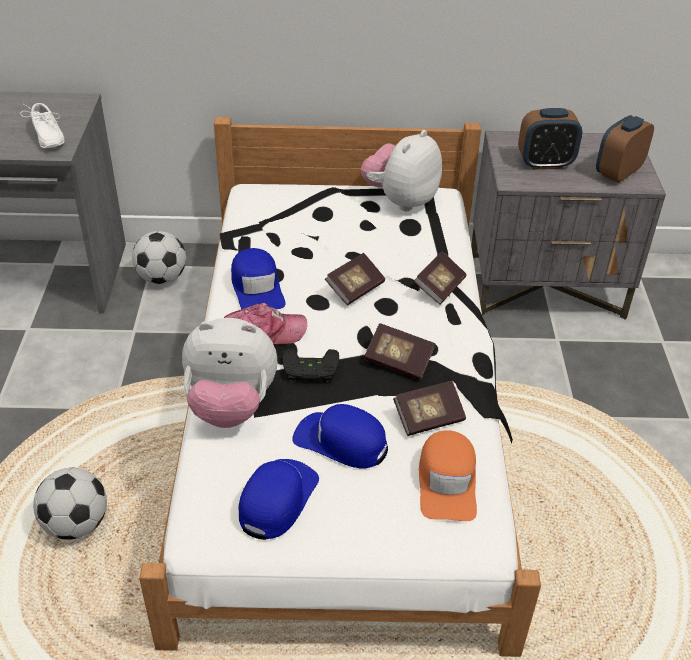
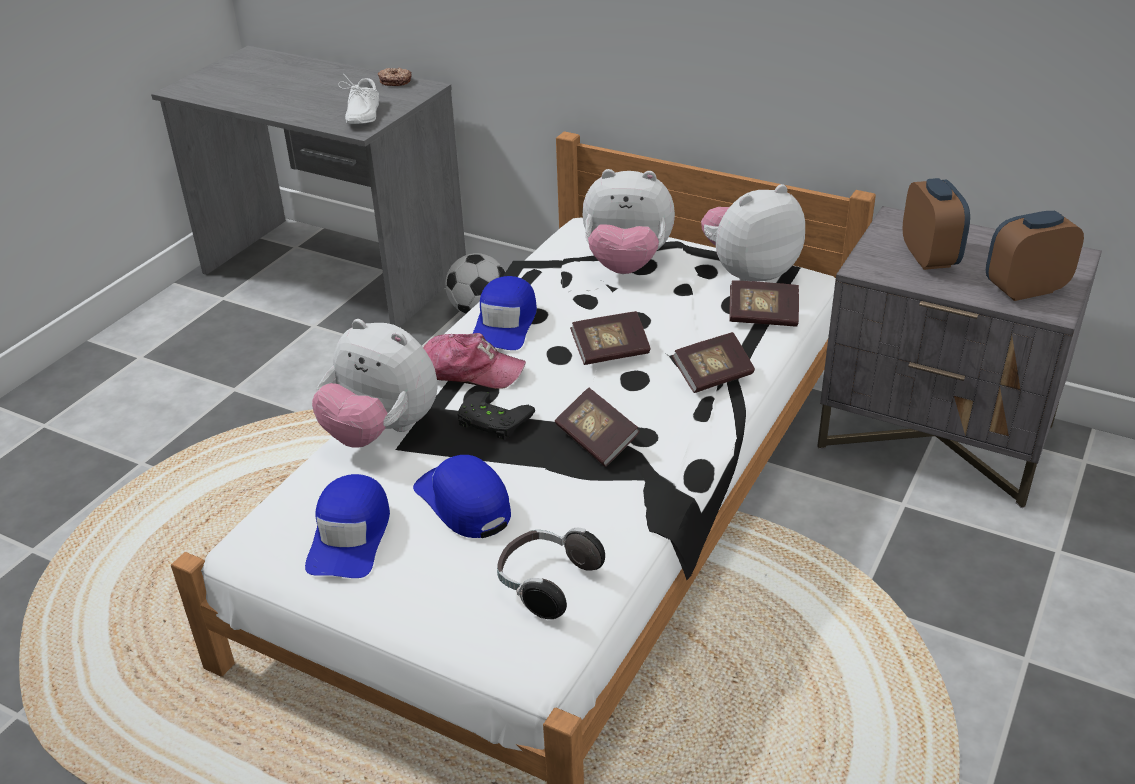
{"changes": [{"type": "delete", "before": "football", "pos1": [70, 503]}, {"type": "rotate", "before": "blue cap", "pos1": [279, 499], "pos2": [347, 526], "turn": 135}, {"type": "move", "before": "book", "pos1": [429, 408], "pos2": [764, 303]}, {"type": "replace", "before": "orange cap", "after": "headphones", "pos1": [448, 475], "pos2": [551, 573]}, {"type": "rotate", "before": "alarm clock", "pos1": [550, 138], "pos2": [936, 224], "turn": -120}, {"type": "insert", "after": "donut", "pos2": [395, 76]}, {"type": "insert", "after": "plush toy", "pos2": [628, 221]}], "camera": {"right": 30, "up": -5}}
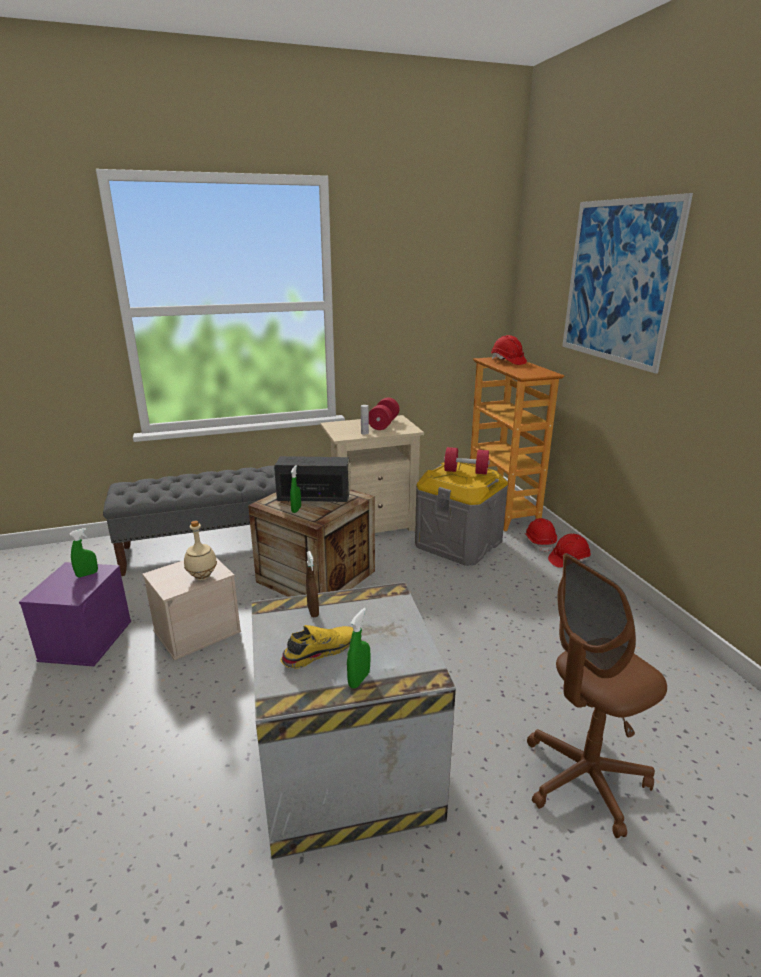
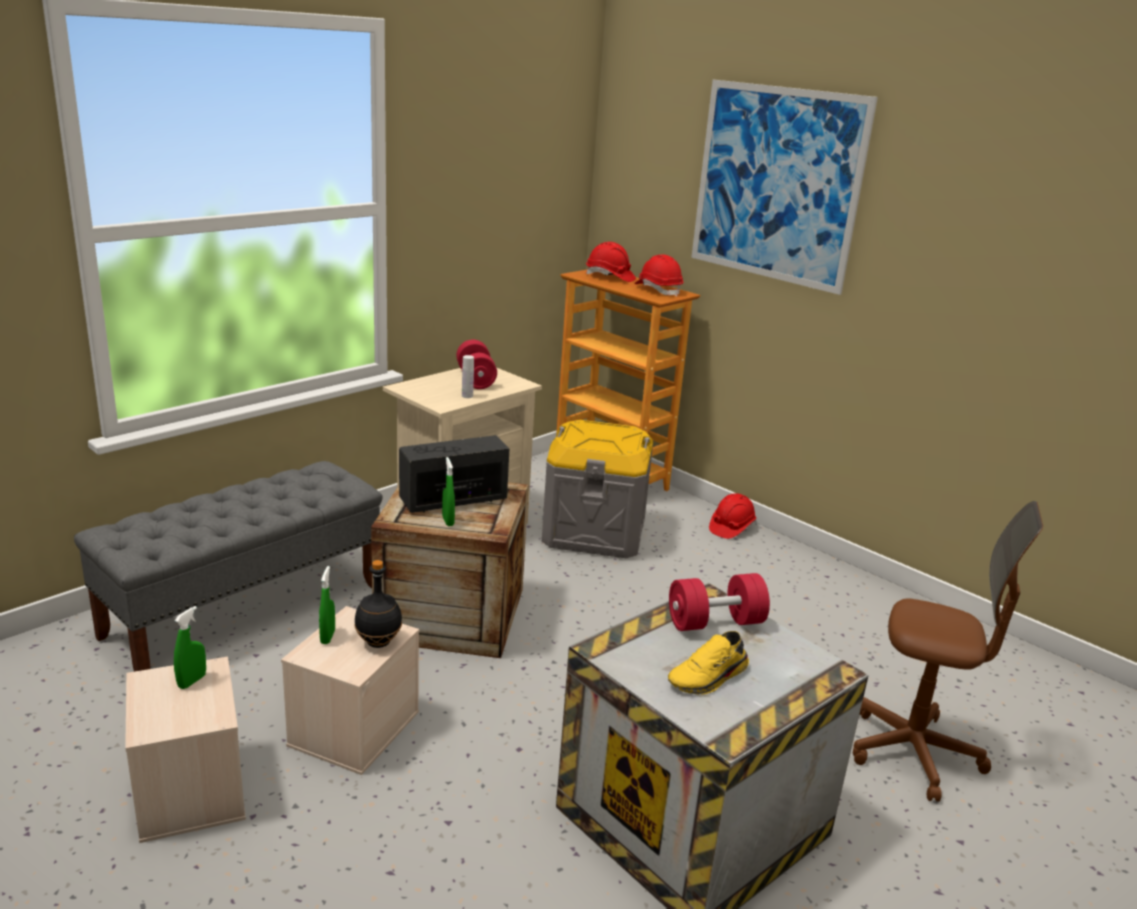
{"changes": [{"type": "recolor", "before": "purple storage box", "after": "beige storage box", "pos1": [75, 614], "pos2": [185, 750]}, {"type": "recolor", "before": "beige bottle", "after": "black bottle", "pos1": [200, 550], "pos2": [378, 604]}, {"type": "rotate", "before": "yellow shoe", "pos1": [316, 647], "pos2": [708, 663], "turn": -150}, {"type": "delete", "before": "brown spray bottle", "pos1": [312, 584]}, {"type": "move", "before": "green spray bottle", "pos1": [359, 648], "pos2": [327, 605]}, {"type": "move", "before": "red dumbbell", "pos1": [467, 461], "pos2": [719, 602]}, {"type": "move", "before": "red hard hat", "pos1": [541, 535], "pos2": [659, 276]}, {"type": "rotate", "before": "brown office chair", "pos1": [597, 695], "pos2": [948, 651], "turn": -105}], "camera": {"right": -30, "up": 0}}
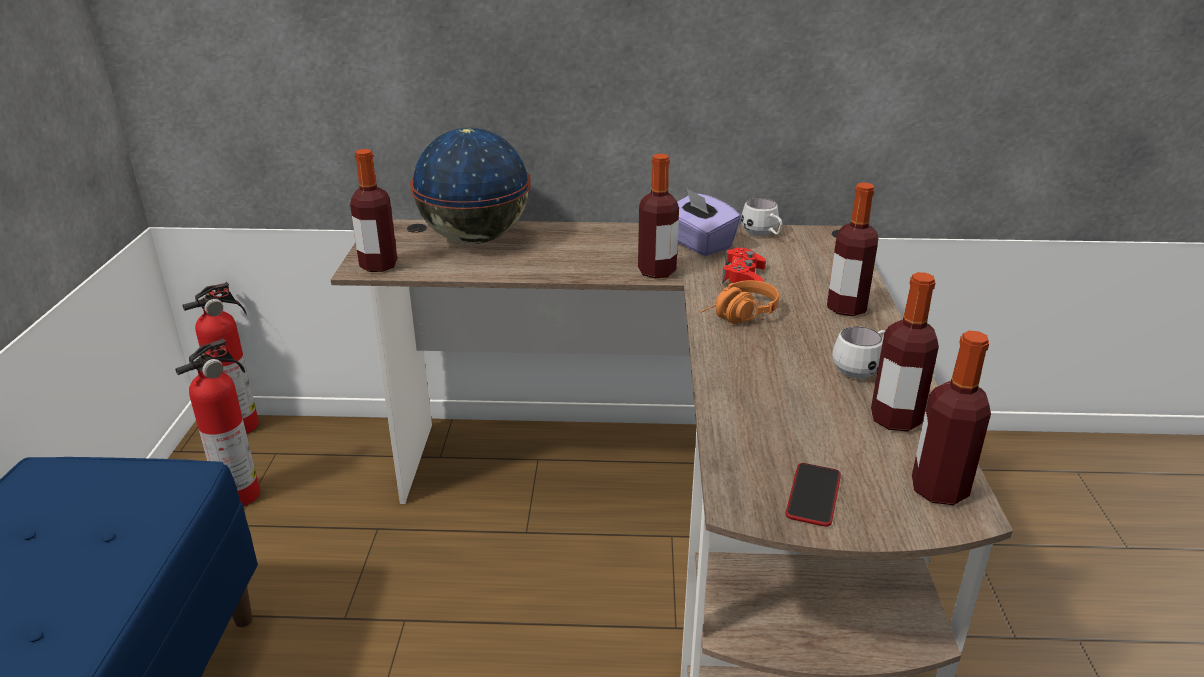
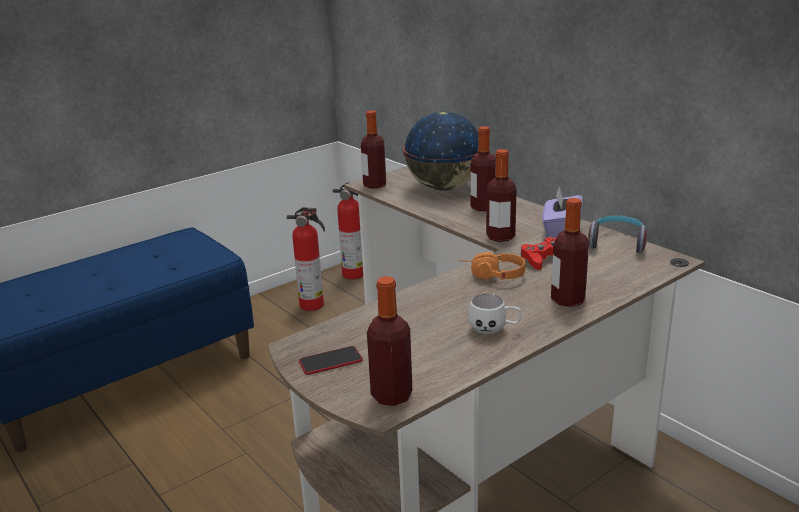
{"changes": [{"type": "replace", "before": "white mug", "after": "headphones", "pos1": [761, 217], "pos2": [617, 234]}, {"type": "move", "before": "bottle", "pos1": [905, 351], "pos2": [483, 168]}], "camera": {"right": 50, "up": -5}}
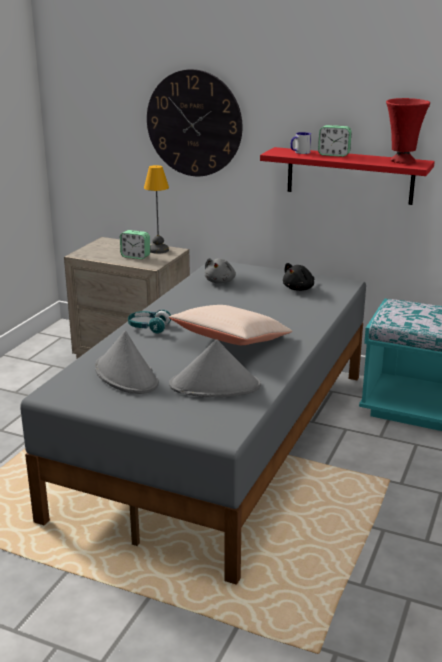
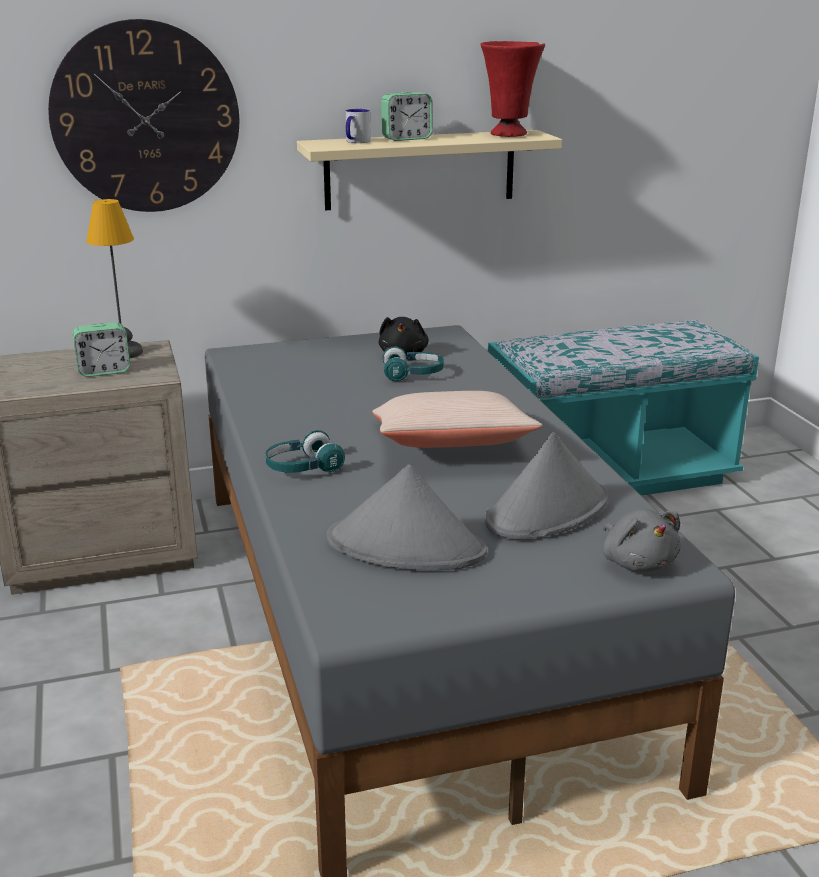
{"changes": [{"type": "move", "before": "grey plush toy", "pos1": [220, 271], "pos2": [642, 540]}, {"type": "recolor", "before": "red shelf", "after": "beige shelf", "pos1": [347, 176], "pos2": [429, 170]}, {"type": "insert", "after": "turquoise headphones", "pos2": [413, 363]}], "camera": {"right": -40, "up": 0}}
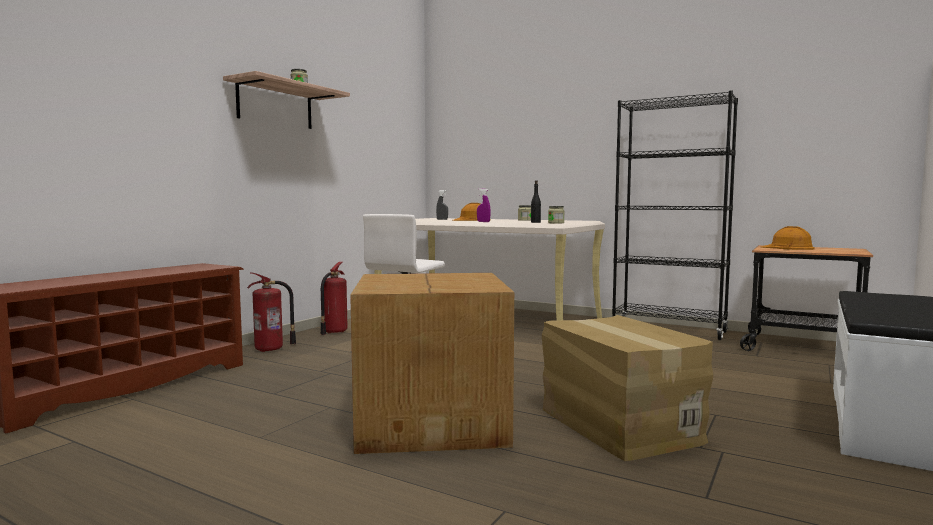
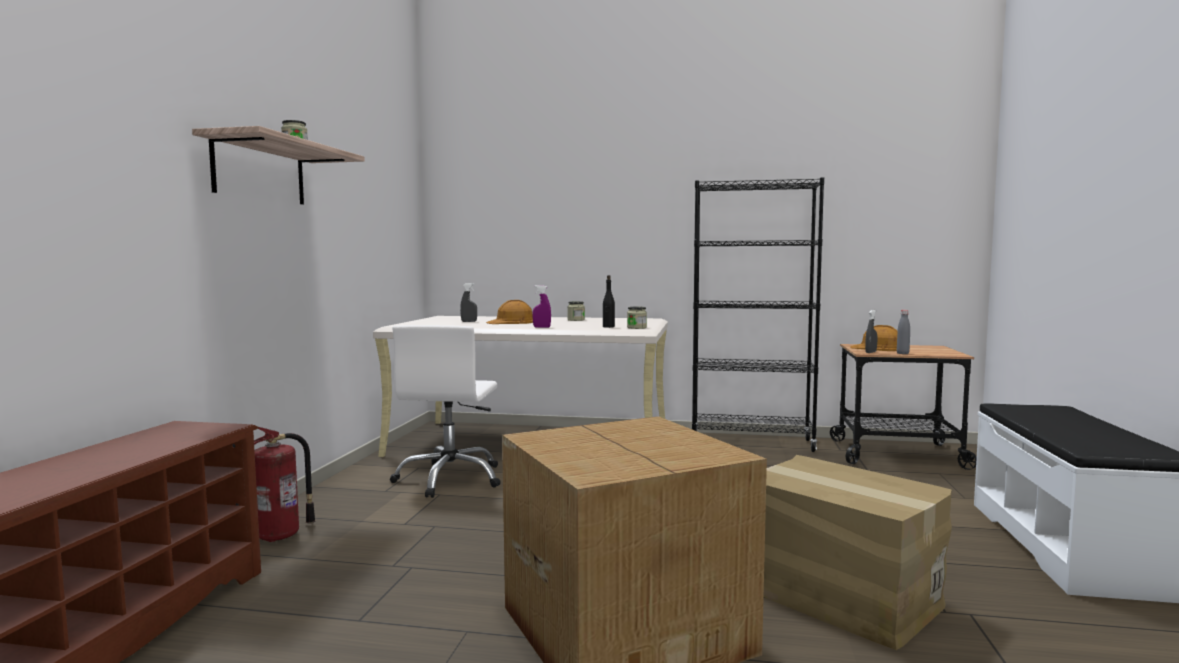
{"changes": [{"type": "delete", "before": "fire extinguisher", "pos1": [333, 298]}, {"type": "insert", "after": "grey spray bottle", "pos2": [871, 331]}, {"type": "insert", "after": "grey bottle", "pos2": [903, 332]}], "camera": {"right": -20, "up": 0}}
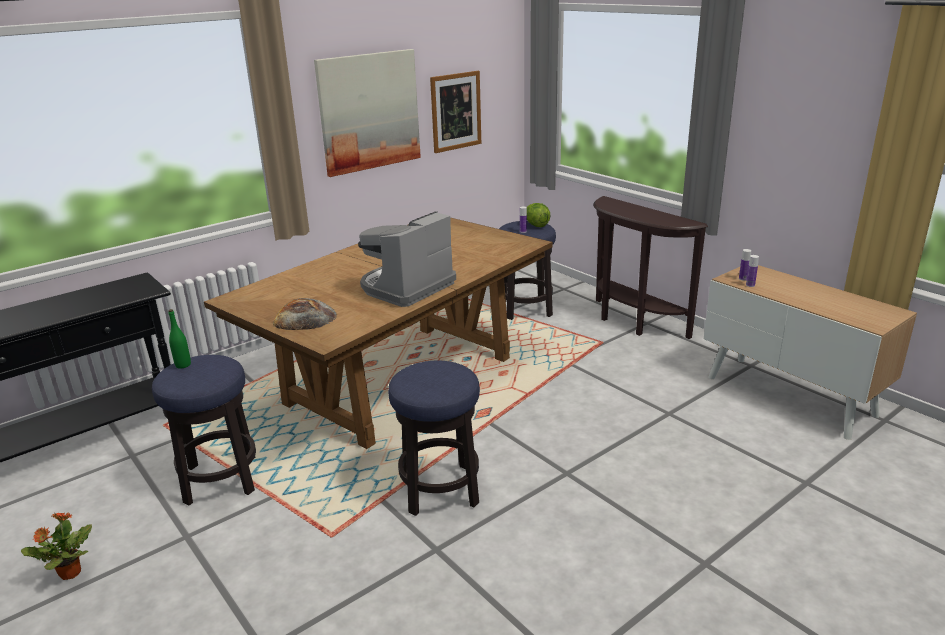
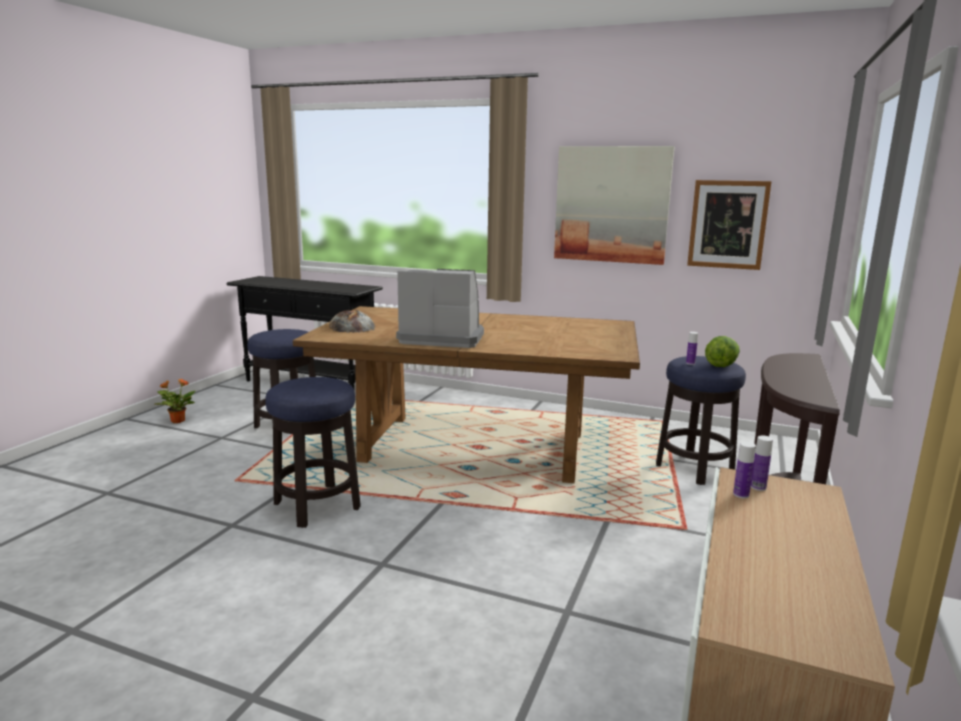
{"changes": [{"type": "delete", "before": "green bottle", "pos1": [179, 339]}], "camera": {"right": 60, "up": -10}}
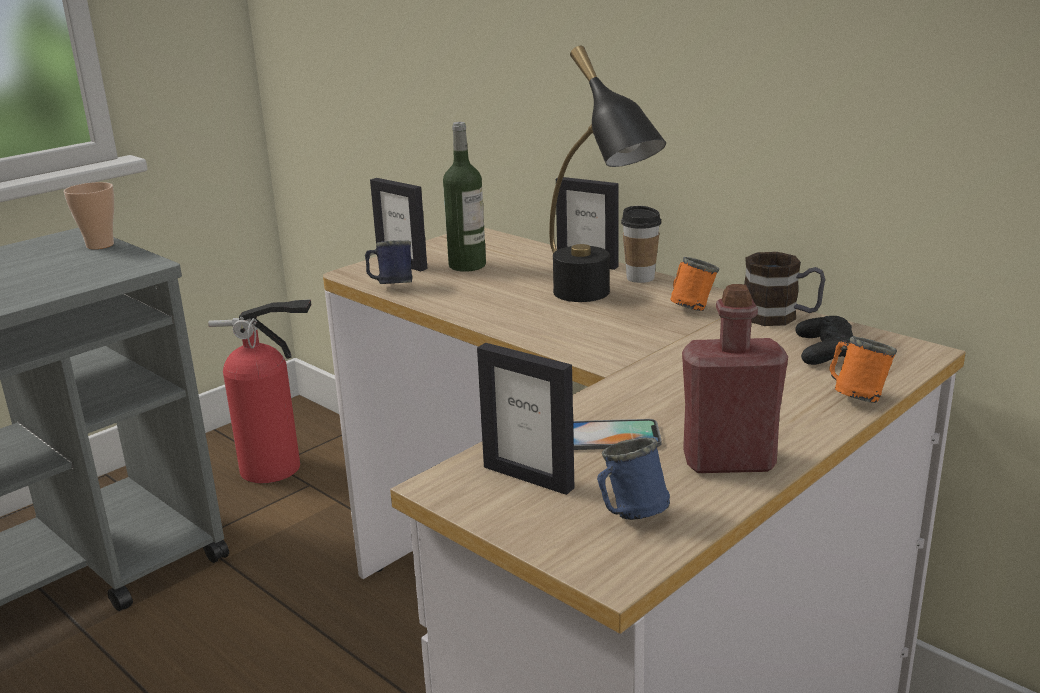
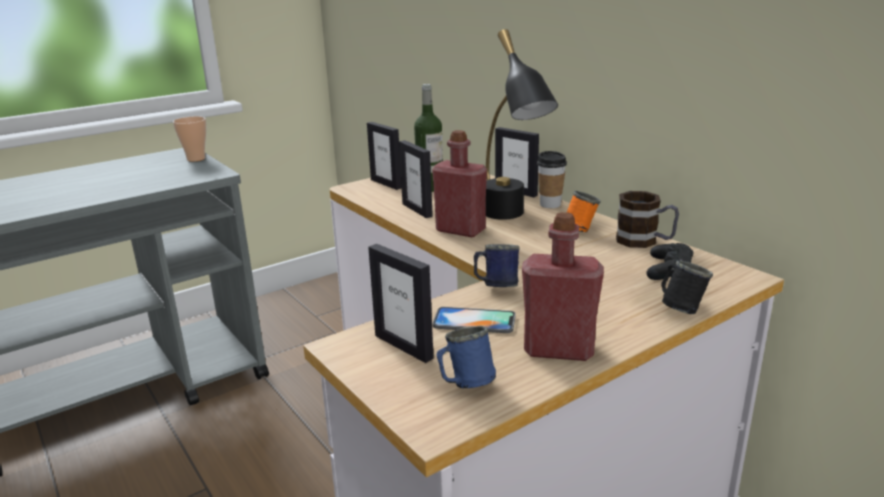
{"changes": [{"type": "delete", "before": "fire extinguisher", "pos1": [259, 391]}, {"type": "move", "before": "blue mug", "pos1": [389, 262], "pos2": [497, 265]}, {"type": "recolor", "before": "orange mug", "after": "black mug", "pos1": [863, 369], "pos2": [687, 287]}, {"type": "insert", "after": "picture frame", "pos2": [416, 179]}, {"type": "insert", "after": "red bottle", "pos2": [459, 183]}], "camera": {"right": 10, "up": 0}}
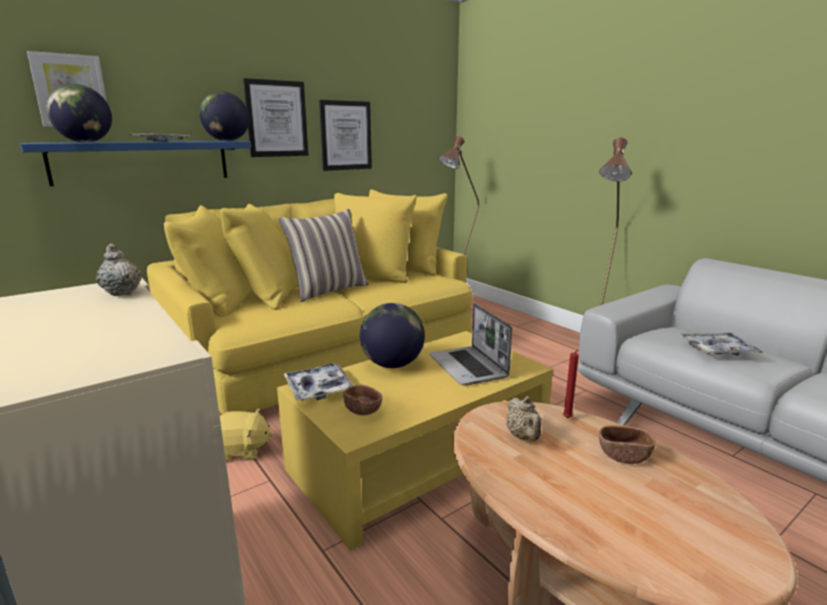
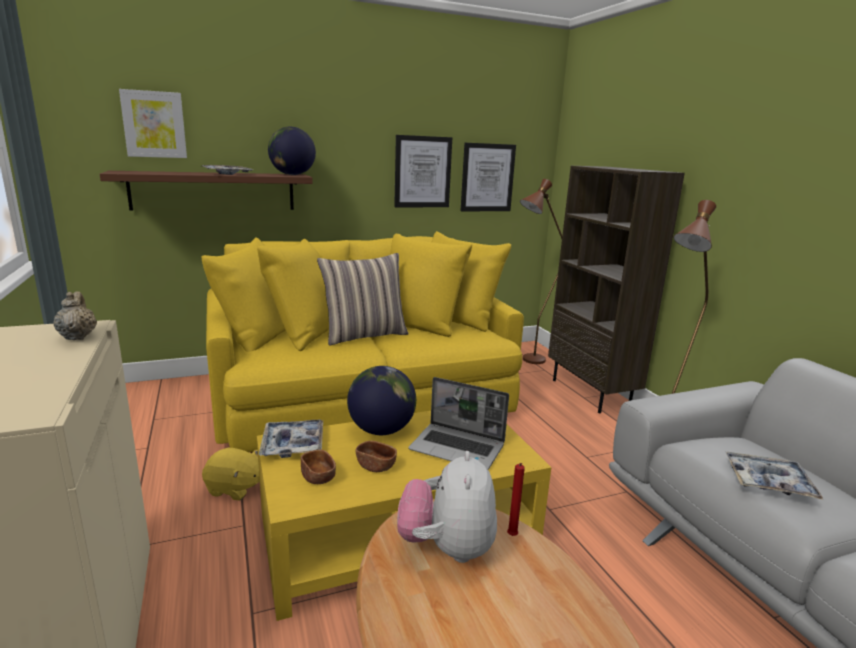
{"changes": [{"type": "recolor", "before": "blue shelf", "after": "brown shelf", "pos1": [135, 163], "pos2": [206, 190]}, {"type": "delete", "before": "globe", "pos1": [79, 113]}, {"type": "move", "before": "picture", "pos1": [275, 117], "pos2": [488, 177]}, {"type": "rotate", "before": "laptop", "pos1": [470, 344], "pos2": [458, 423], "turn": -60}, {"type": "replace", "before": "beige teapot", "after": "plush toy", "pos1": [524, 418], "pos2": [447, 507]}, {"type": "move", "before": "brown bowl", "pos1": [627, 444], "pos2": [376, 456]}, {"type": "insert", "after": "brown bookcase", "pos2": [616, 289]}], "camera": {"right": 15, "up": 0}}
